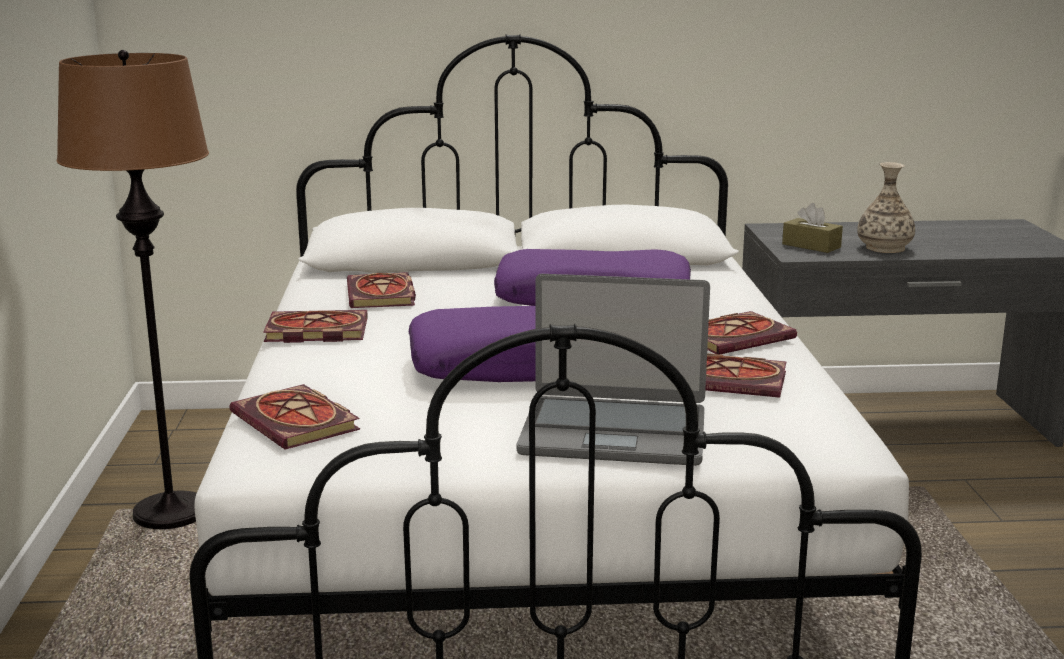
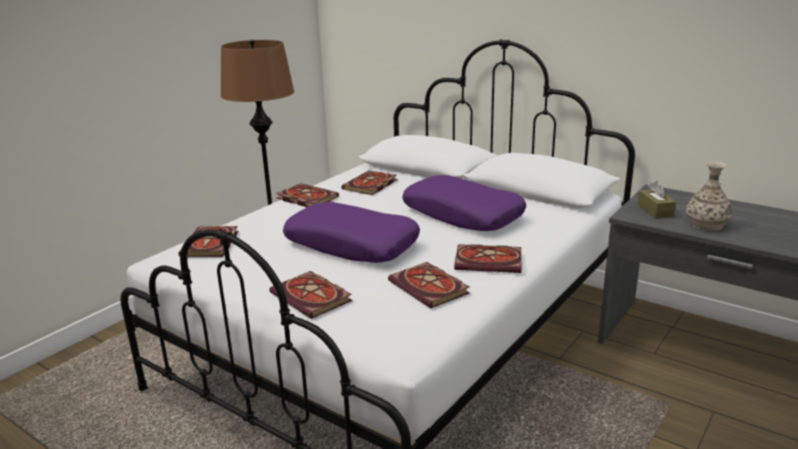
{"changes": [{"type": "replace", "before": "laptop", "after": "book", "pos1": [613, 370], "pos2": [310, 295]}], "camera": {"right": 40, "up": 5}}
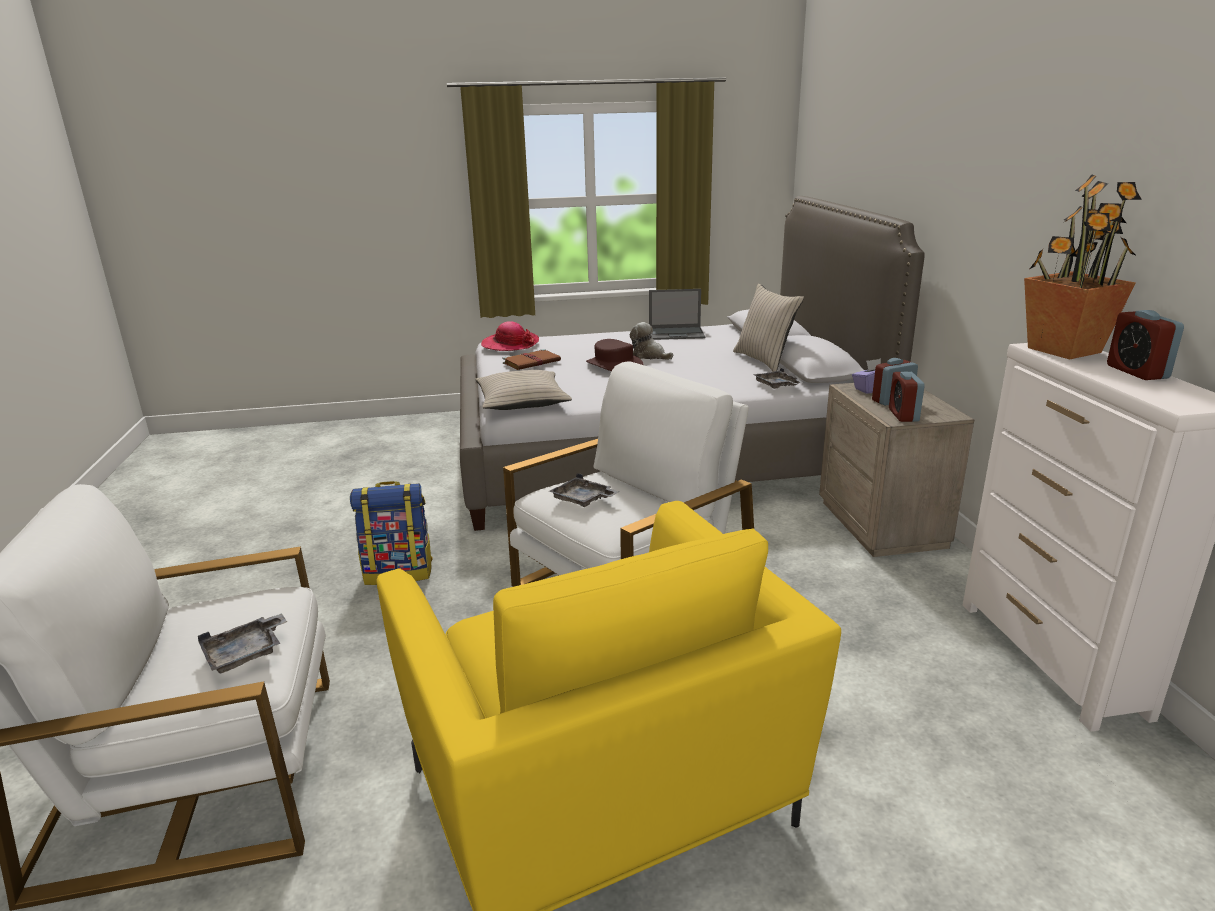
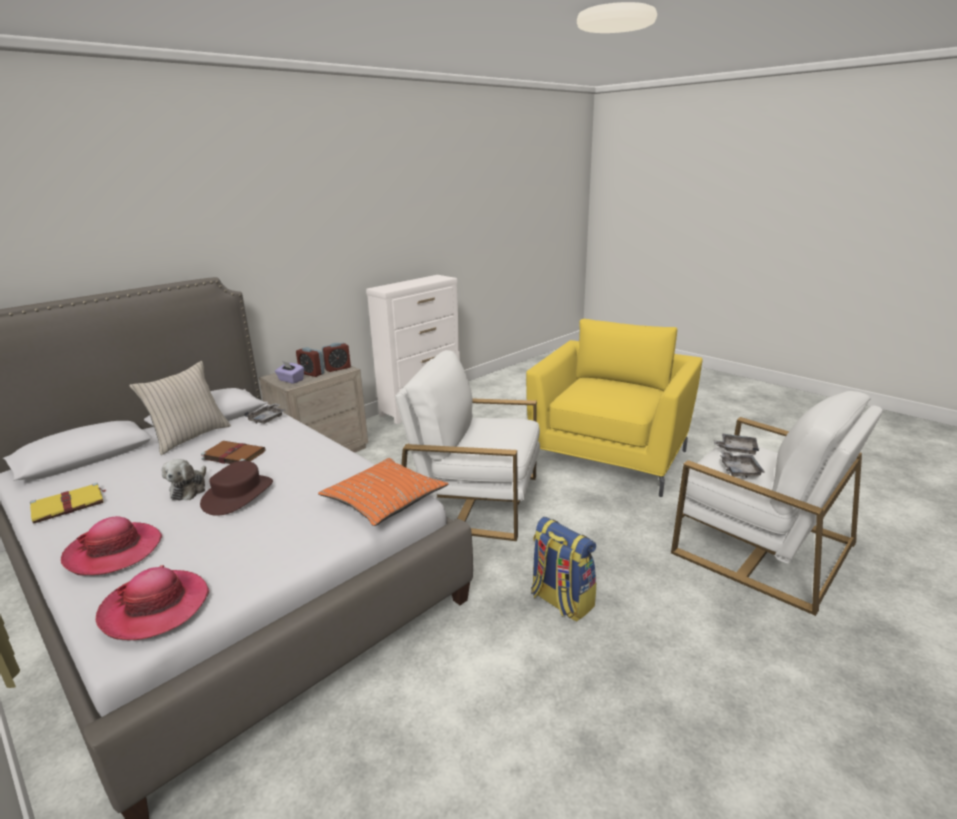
{"changes": [{"type": "recolor", "before": "beige pillow", "after": "orange pillow", "pos1": [524, 390], "pos2": [383, 492]}, {"type": "move", "before": "brown book", "pos1": [531, 359], "pos2": [233, 452]}, {"type": "move", "before": "grey tray", "pos1": [584, 490], "pos2": [742, 464]}, {"type": "replace", "before": "laptop", "after": "yellow book", "pos1": [677, 314], "pos2": [67, 503]}, {"type": "delete", "before": "potted plant", "pos1": [1083, 267]}, {"type": "delete", "before": "alarm clock", "pos1": [1145, 345]}, {"type": "insert", "after": "hat", "pos2": [111, 545]}], "camera": {"right": -125, "up": 0}}
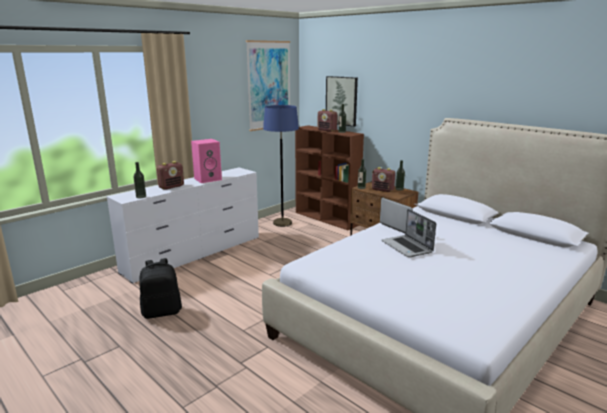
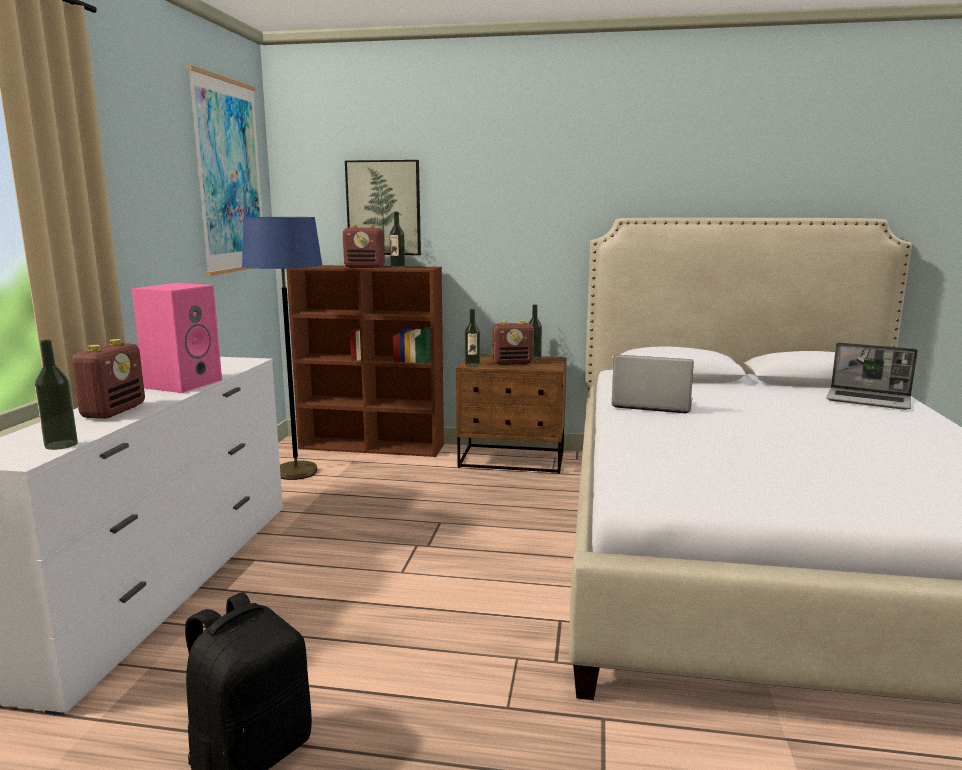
{"changes": [{"type": "move", "before": "laptop", "pos1": [408, 233], "pos2": [872, 376]}], "camera": {"right": -35, "up": -5}}
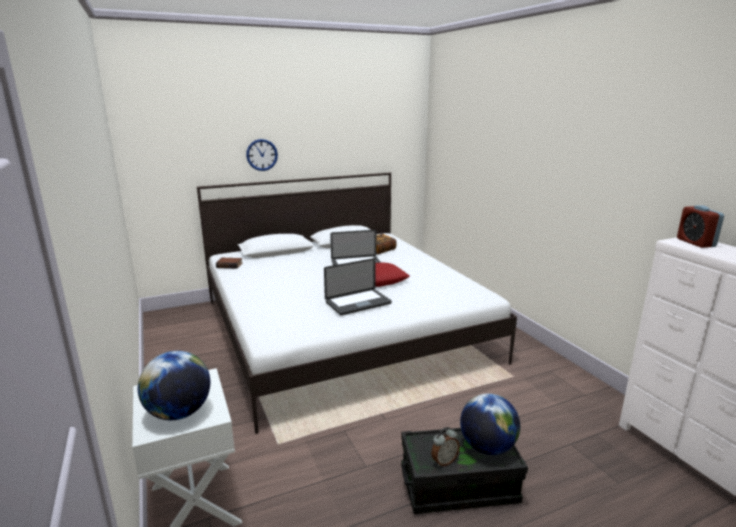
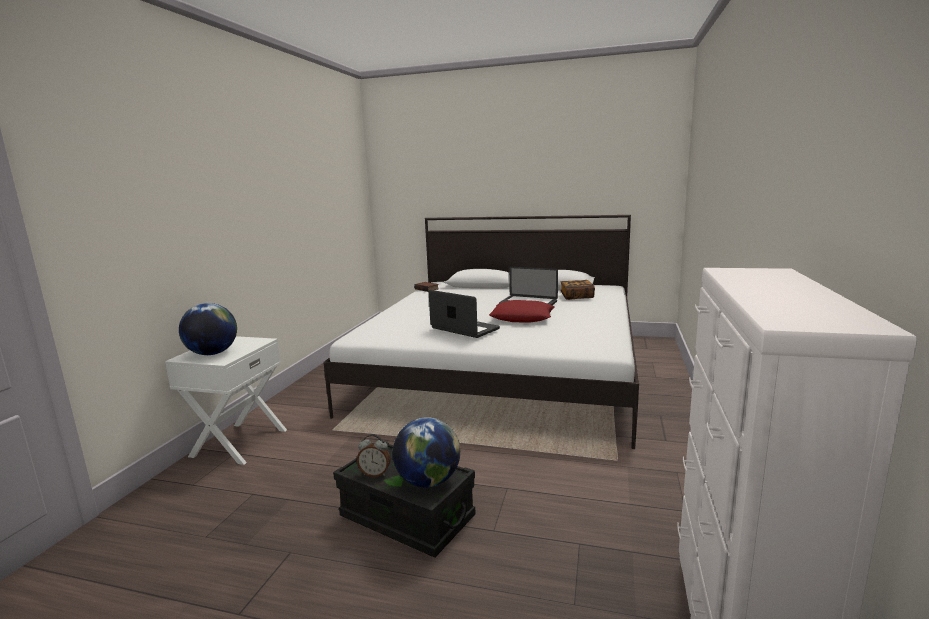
{"changes": [{"type": "delete", "before": "wall clock", "pos1": [262, 155]}, {"type": "rotate", "before": "laptop", "pos1": [358, 286], "pos2": [464, 314], "turn": -150}, {"type": "delete", "before": "alarm clock", "pos1": [700, 226]}], "camera": {"right": 40, "up": -5}}
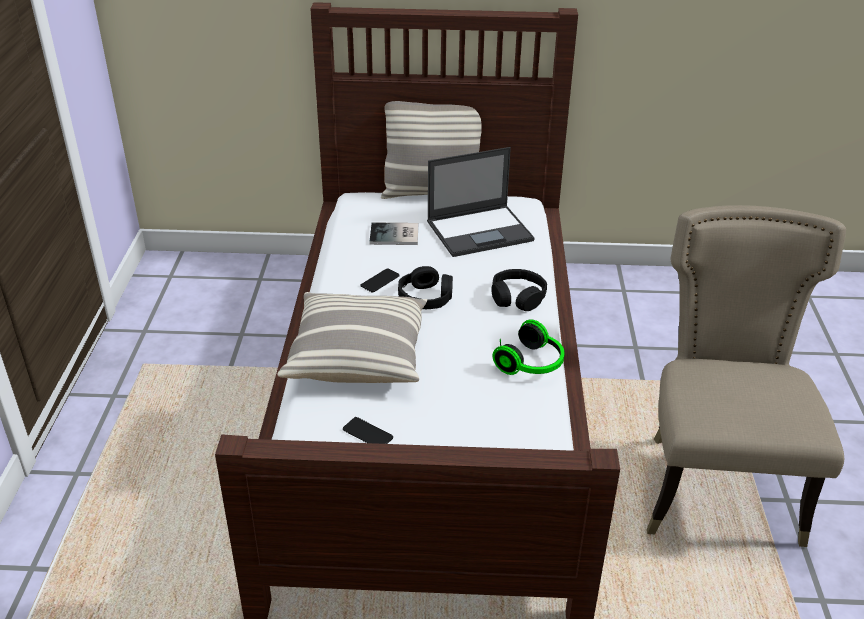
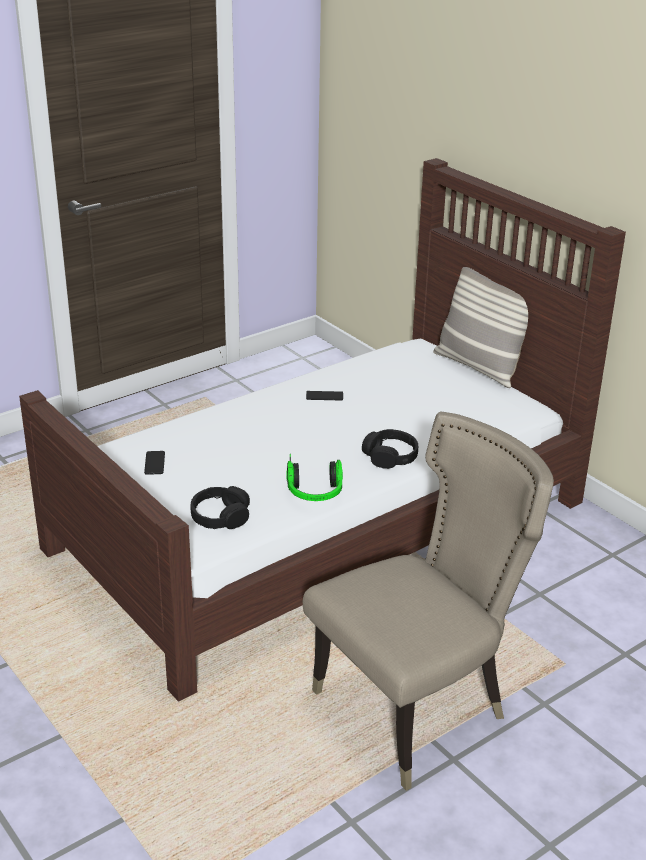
{"changes": [{"type": "delete", "before": "pillow", "pos1": [352, 337]}, {"type": "delete", "before": "book", "pos1": [393, 233]}, {"type": "move", "before": "black headphones", "pos1": [425, 287], "pos2": [220, 507]}, {"type": "delete", "before": "laptop", "pos1": [481, 202]}], "camera": {"right": 50, "up": -5}}
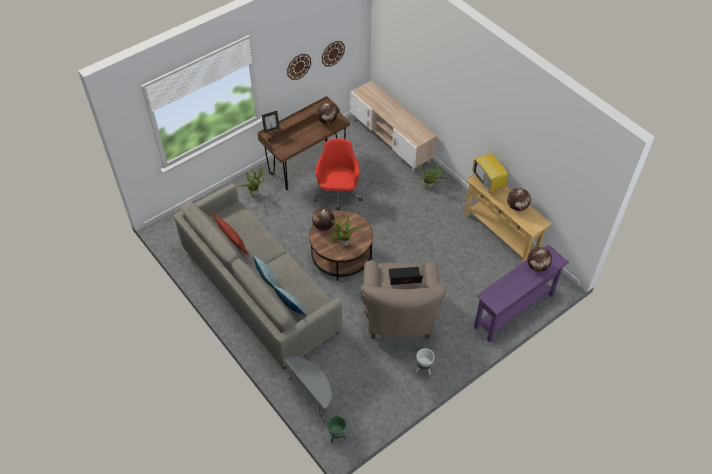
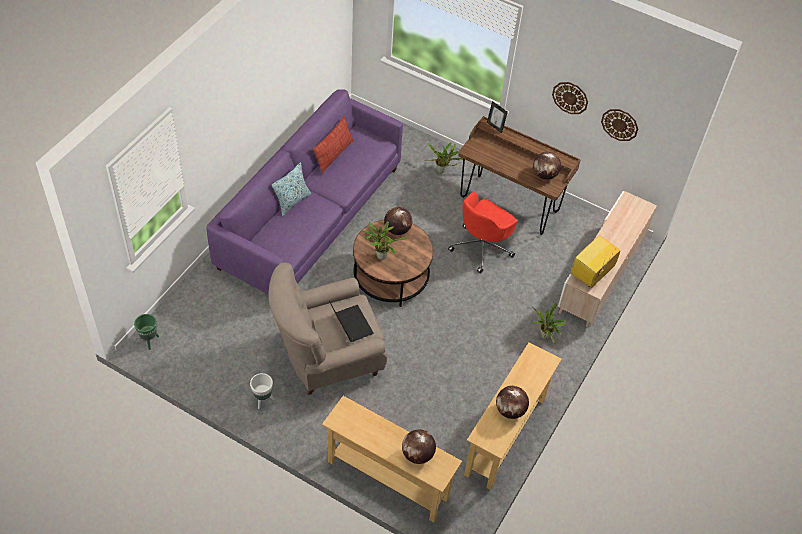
{"changes": [{"type": "recolor", "before": "grey sofa", "after": "purple sofa", "pos1": [258, 276], "pos2": [305, 191]}, {"type": "delete", "before": "pillow", "pos1": [289, 300]}, {"type": "delete", "before": "grey side table", "pos1": [308, 390]}, {"type": "rotate", "before": "red office chair", "pos1": [338, 174], "pos2": [483, 232], "turn": 150}, {"type": "move", "before": "television", "pos1": [490, 170], "pos2": [595, 261]}, {"type": "recolor", "before": "purple console table", "after": "beige console table", "pos1": [521, 293], "pos2": [392, 459]}], "camera": {"right": 65, "up": 0}}
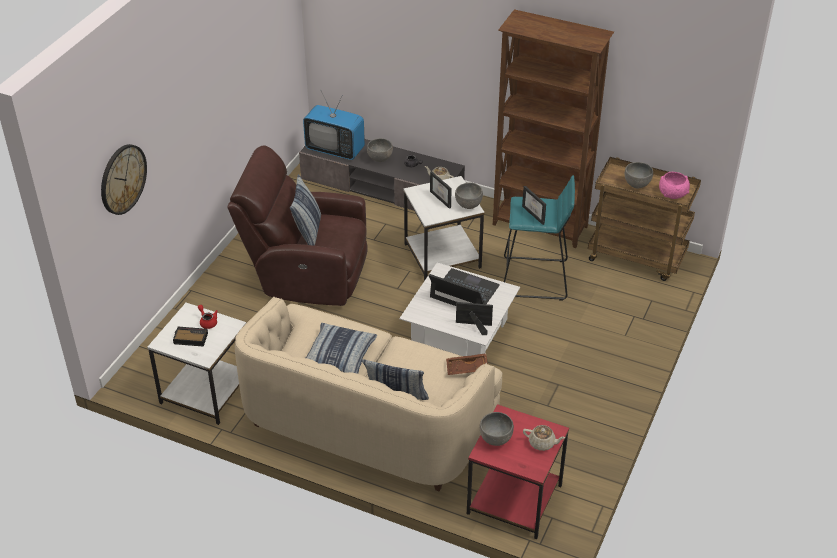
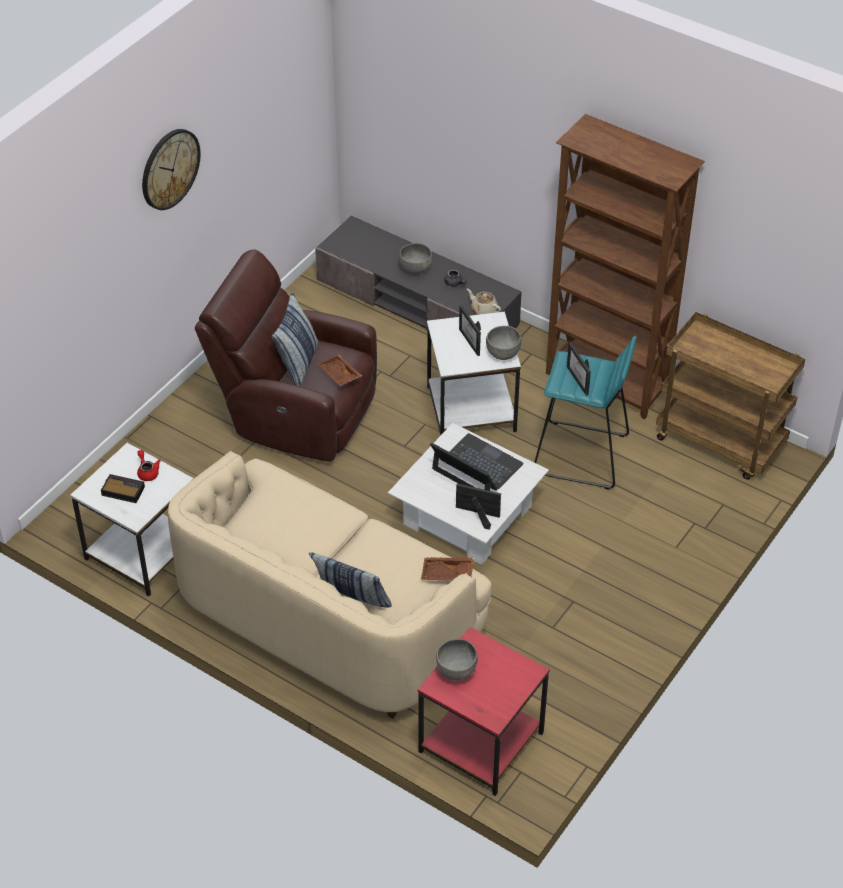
{"changes": [{"type": "move", "before": "wall clock", "pos1": [124, 179], "pos2": [171, 169]}, {"type": "delete", "before": "television", "pos1": [334, 125]}, {"type": "delete", "before": "pillow", "pos1": [341, 348]}, {"type": "delete", "before": "beige teapot", "pos1": [544, 438]}, {"type": "delete", "before": "grey bowl", "pos1": [639, 175]}, {"type": "delete", "before": "pink bowl", "pos1": [674, 185]}, {"type": "insert", "after": "brown tray", "pos2": [339, 370]}], "camera": {"right": 10, "up": 5}}
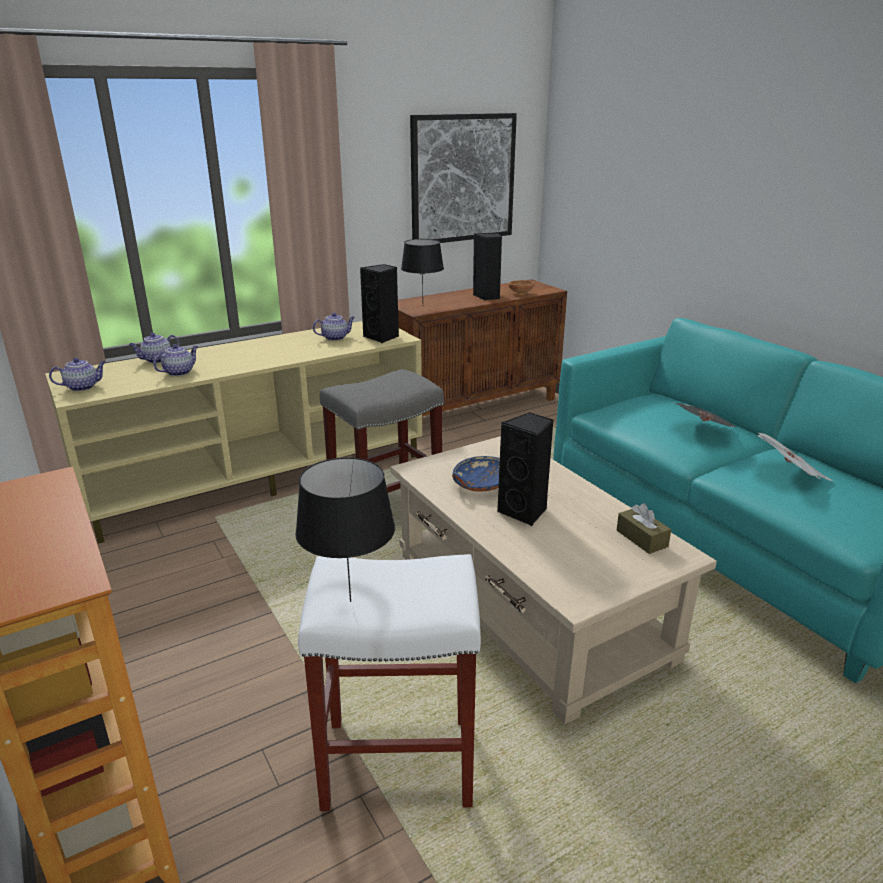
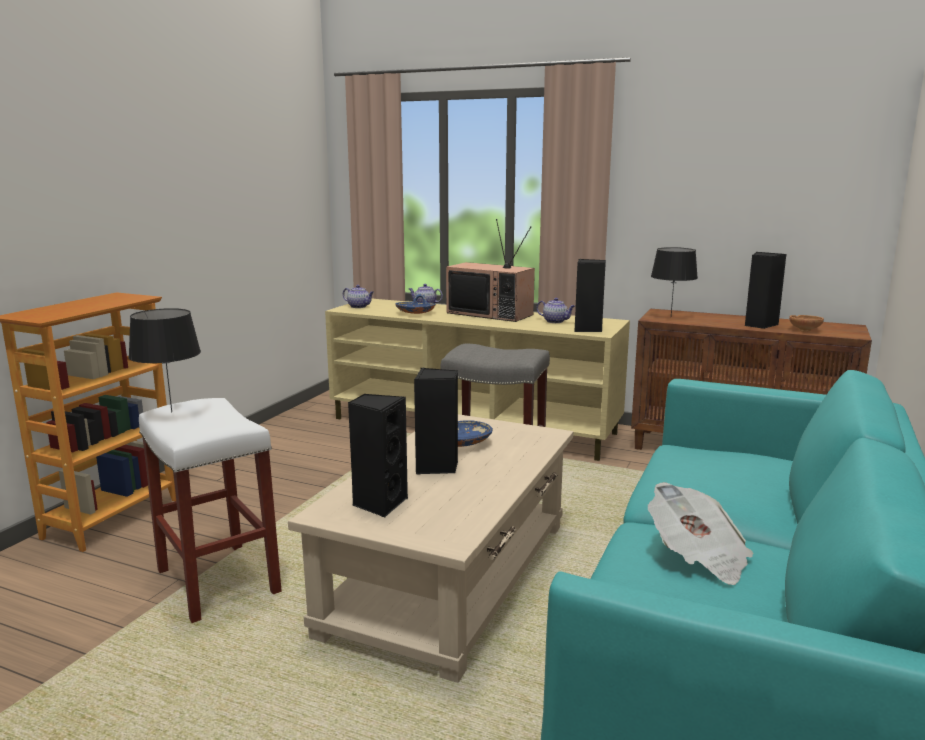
{"changes": [{"type": "replace", "before": "teapot", "after": "blue bowl", "pos1": [175, 360], "pos2": [415, 304]}, {"type": "delete", "before": "picture", "pos1": [463, 178]}, {"type": "delete", "before": "brown tissue box", "pos1": [644, 528]}, {"type": "delete", "before": "newspaper", "pos1": [704, 414]}, {"type": "insert", "after": "black speaker", "pos2": [378, 456]}, {"type": "insert", "after": "television", "pos2": [490, 270]}], "camera": {"right": 55, "up": -10}}
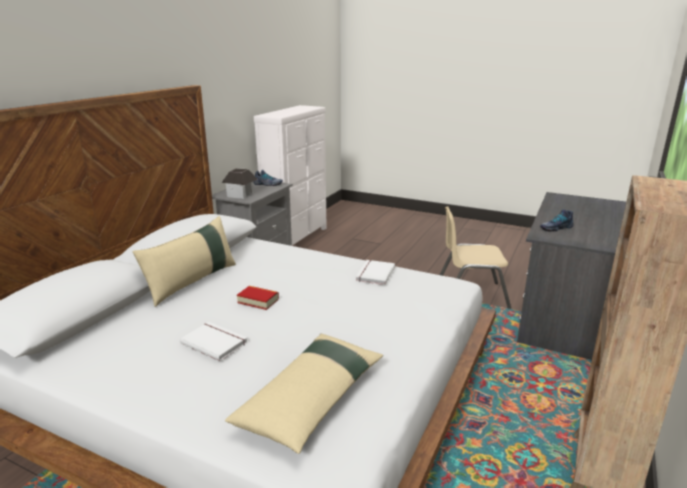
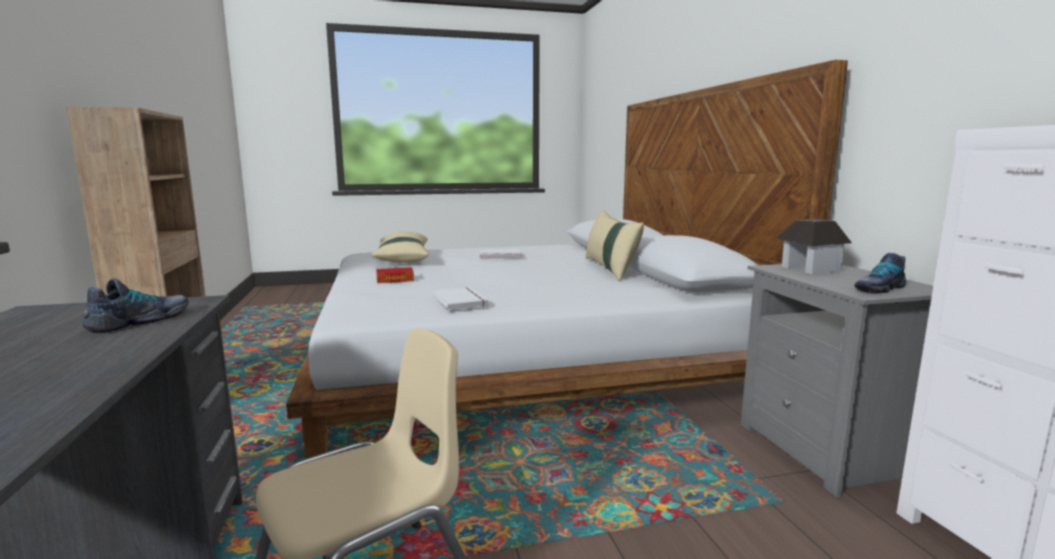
{"changes": [{"type": "move", "before": "book", "pos1": [258, 298], "pos2": [395, 275]}], "camera": {"right": 140, "up": -10}}
